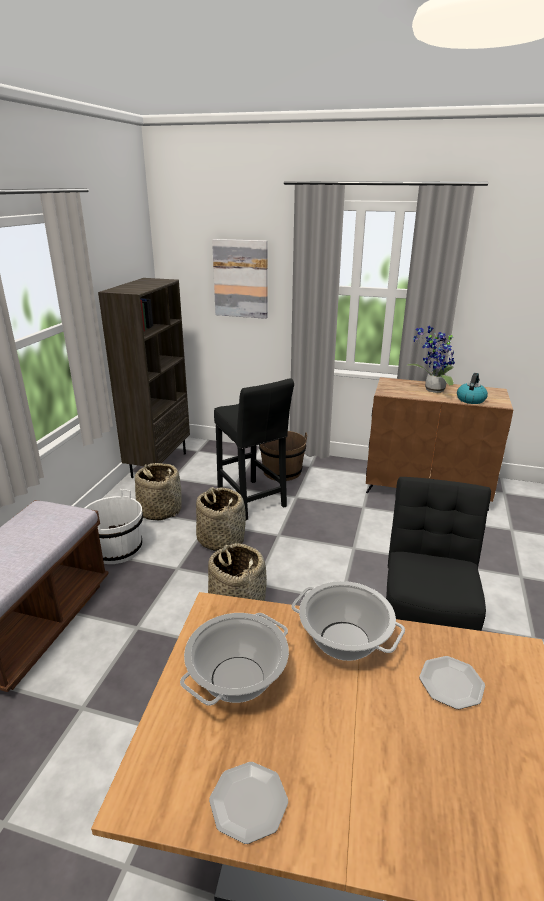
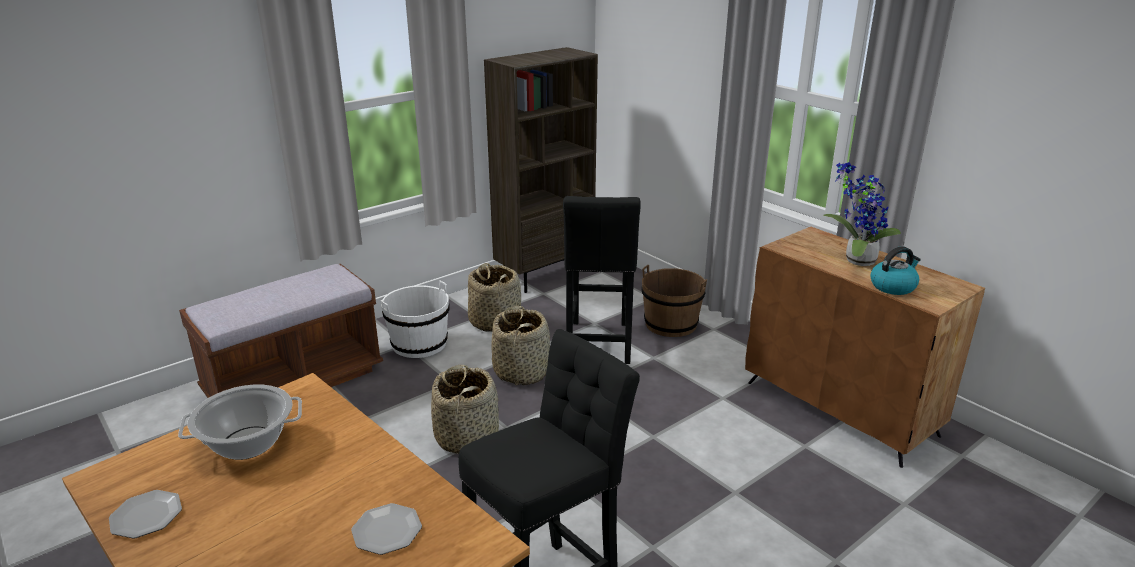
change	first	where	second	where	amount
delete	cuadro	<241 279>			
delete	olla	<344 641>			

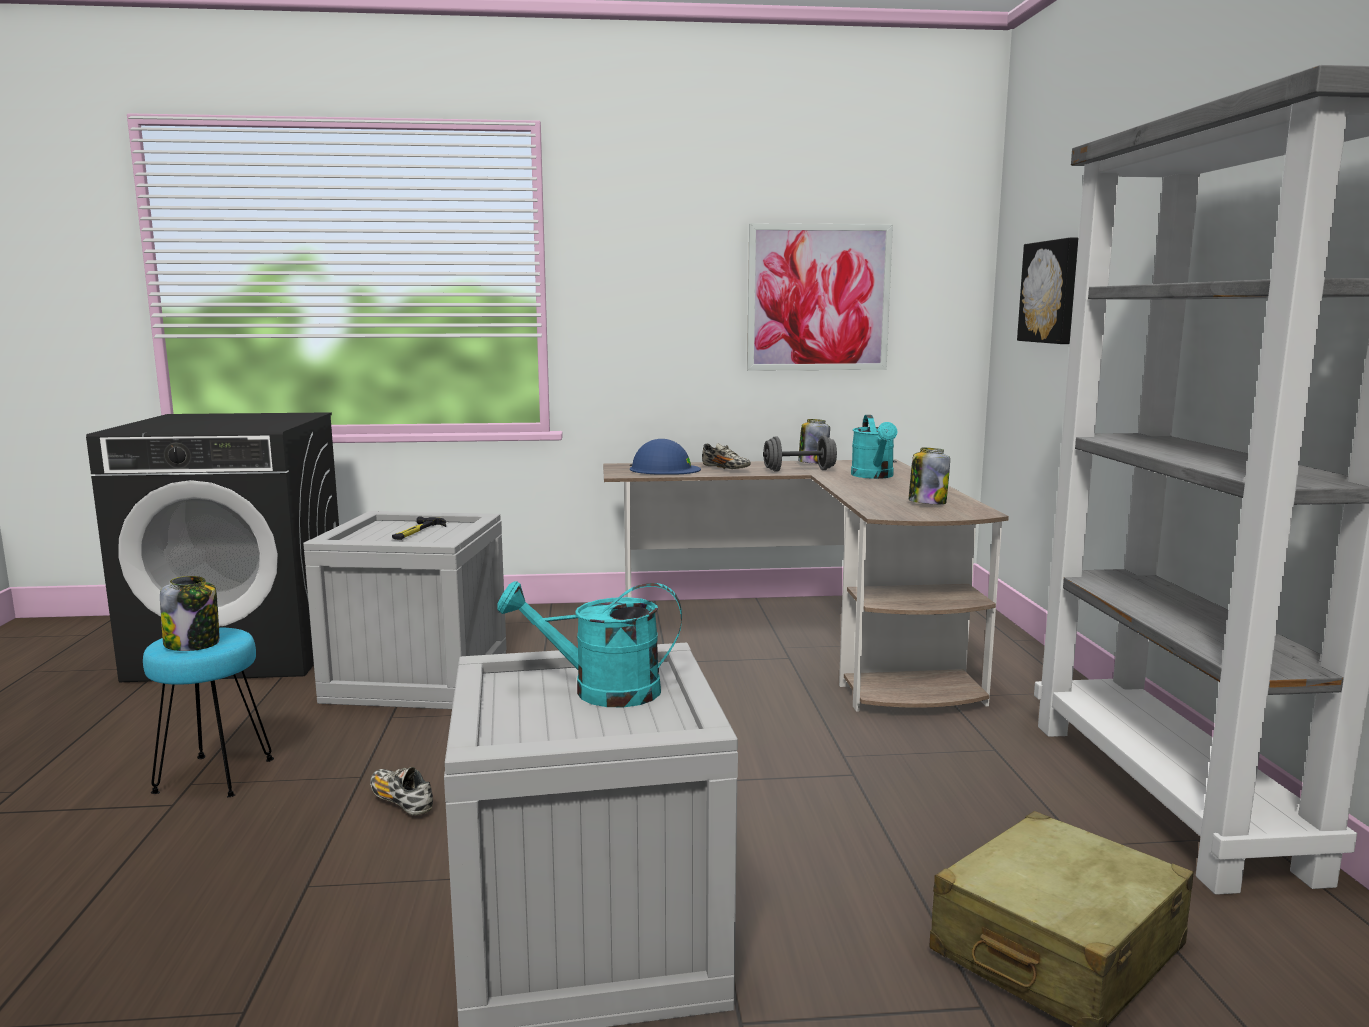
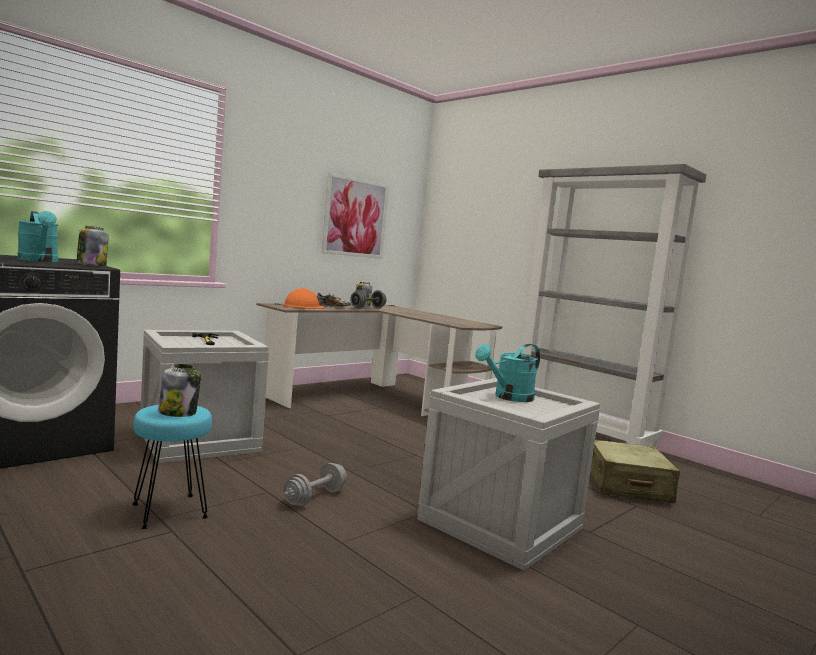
change	first	where	second	where	amount
replace	zapato	<401 802>	mancuerna (gris)	<315 497>	
recolor	casco (azul)	<664 469>	casco (naranja)	<303 306>	
move	regadera (turquesa)	<874 476>		<39 260>	
move	tarro	<927 502>		<91 266>	
delete	cuadro	<1051 292>			

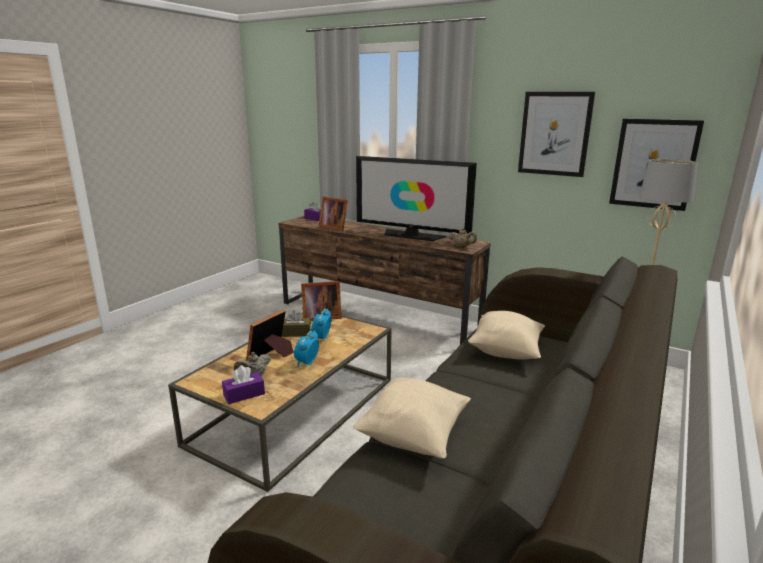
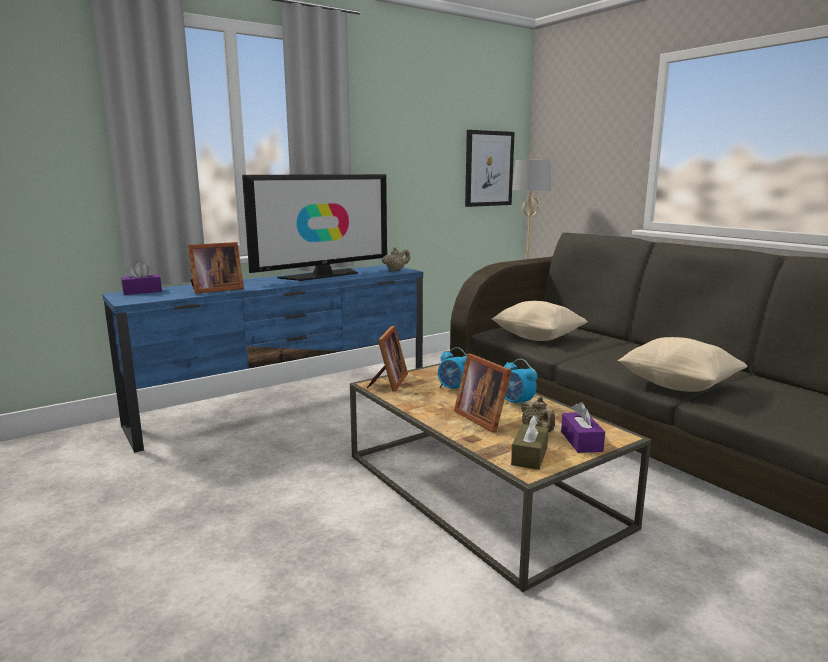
change	first	where	second	where	amount
recolor	mueble de televisión (marrón)	<377 317>	mueble de televisión (azul)	<287 403>	
move	caja de pañuelos (marrón)	<295 333>		<529 456>	
delete	cuadro	<555 134>			

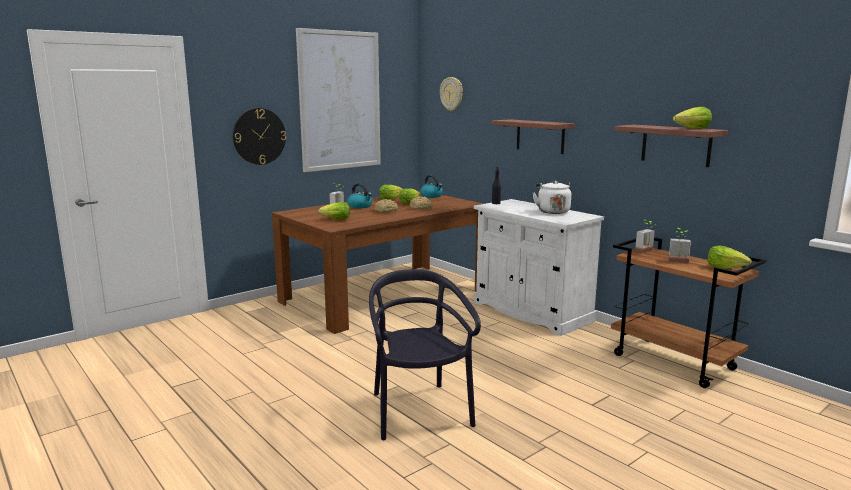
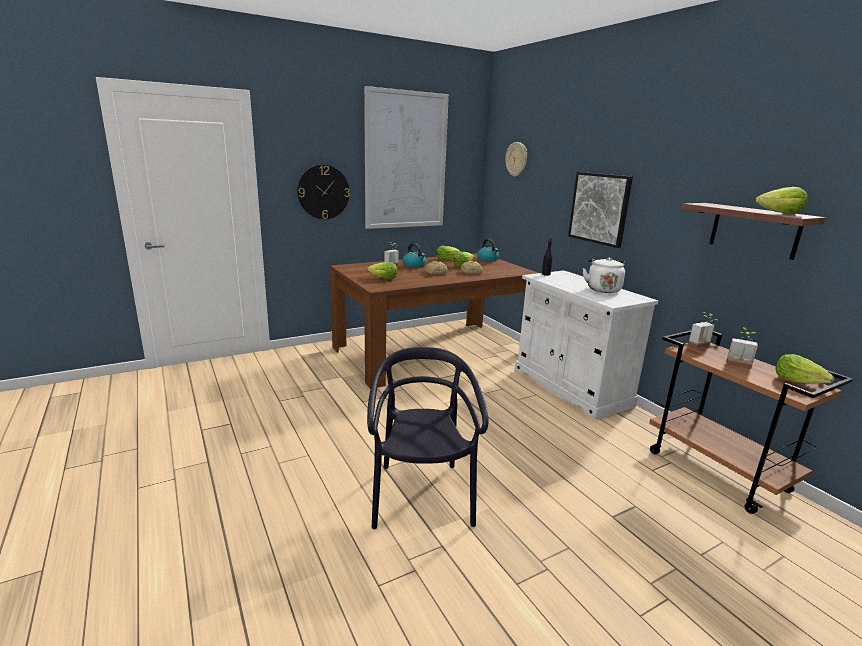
change	first	where	second	where	amount
replace	estante	<540 136>	cuadro	<599 208>	

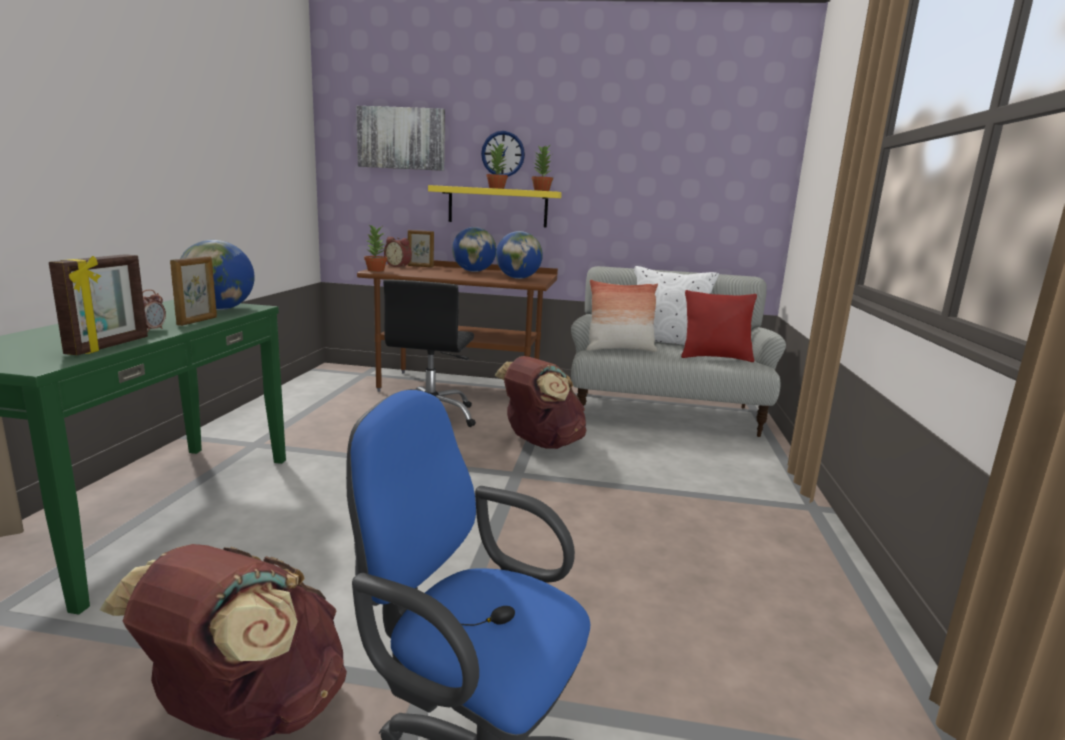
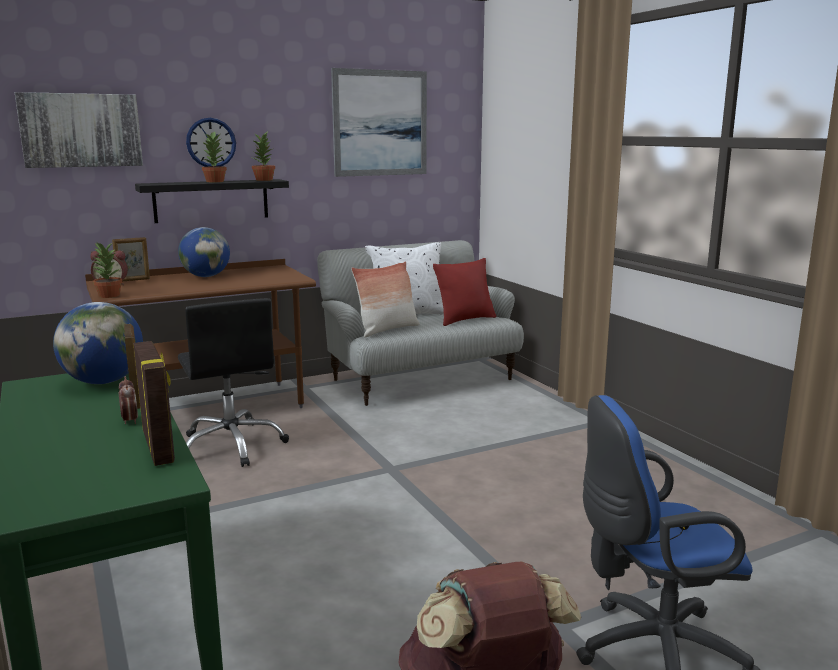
change	first	where	second	where	amount
recolor	estante (amarillo)	<497 206>	estante (negro)	<211 200>	
delete	mochila (marrón)	<541 443>			
delete	globo terráqueo	<518 278>			
insert			cuadro	<380 123>	

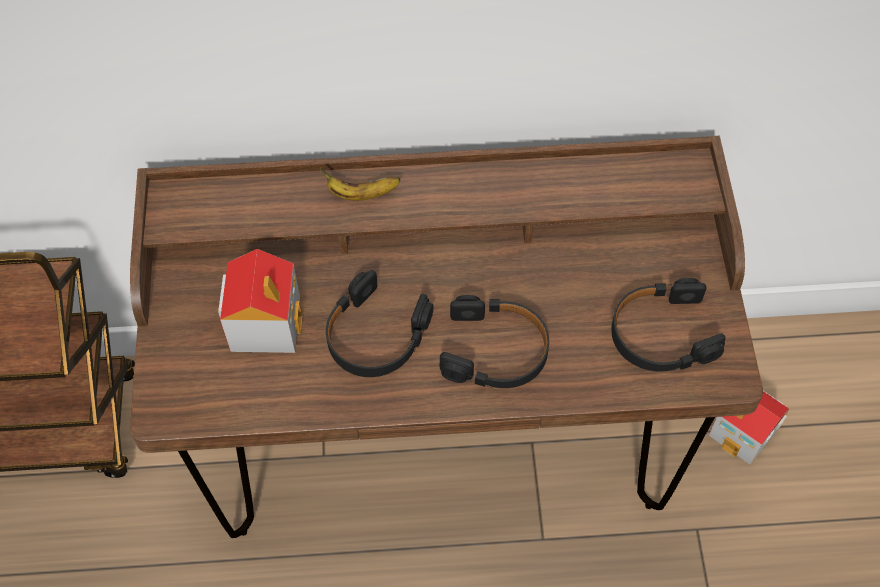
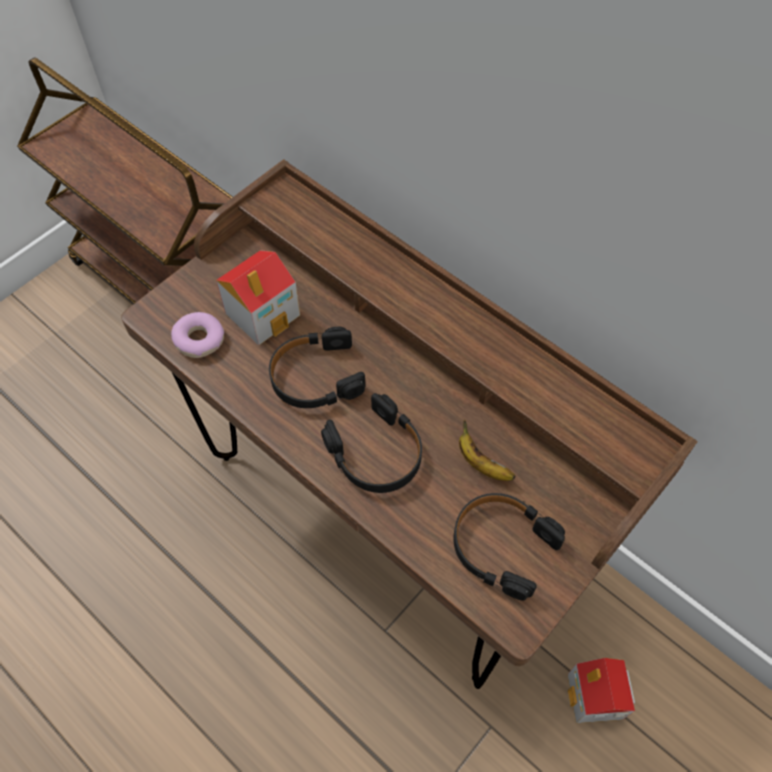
change	first	where	second	where	amount
move	plátano	<361 194>		<481 463>	
insert			rosquilla	<199 340>	

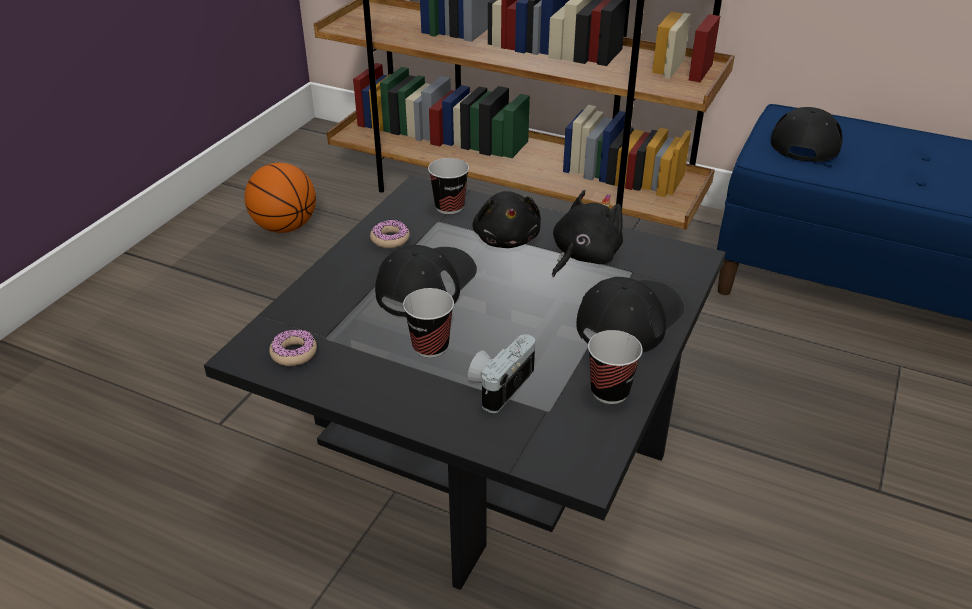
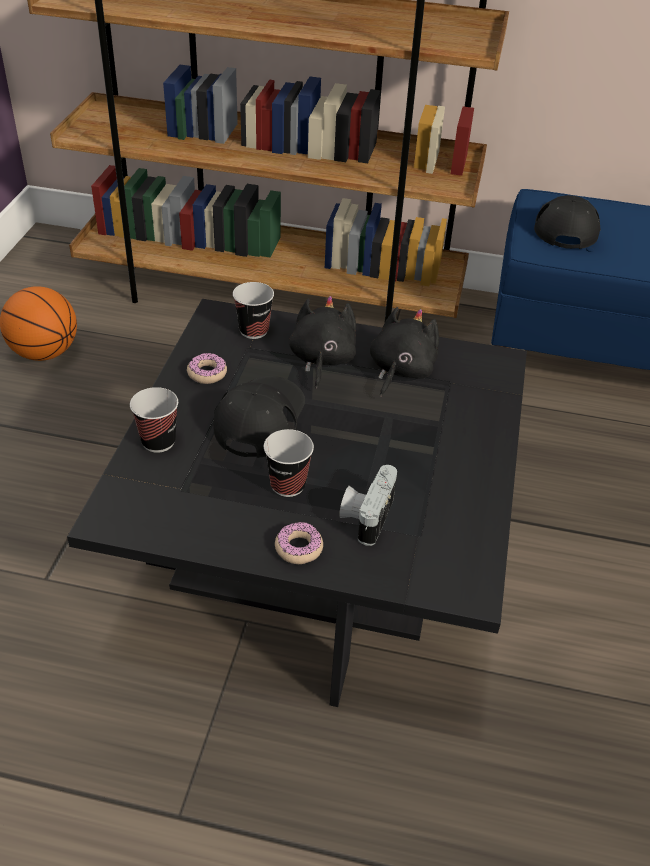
change	first	where	second	where	amount
move	rosquilla	<294 353>		<298 548>	
rotate	peluche (negro)	<506 239>		<321 360>	150 degrees counterclockwise
delete	gorra (negro)	<630 318>			
move	taza	<610 391>		<158 441>	

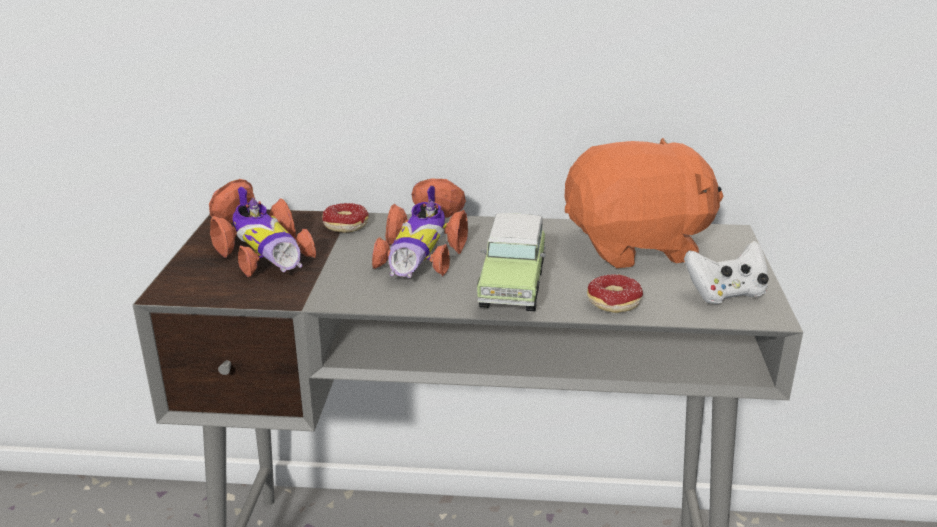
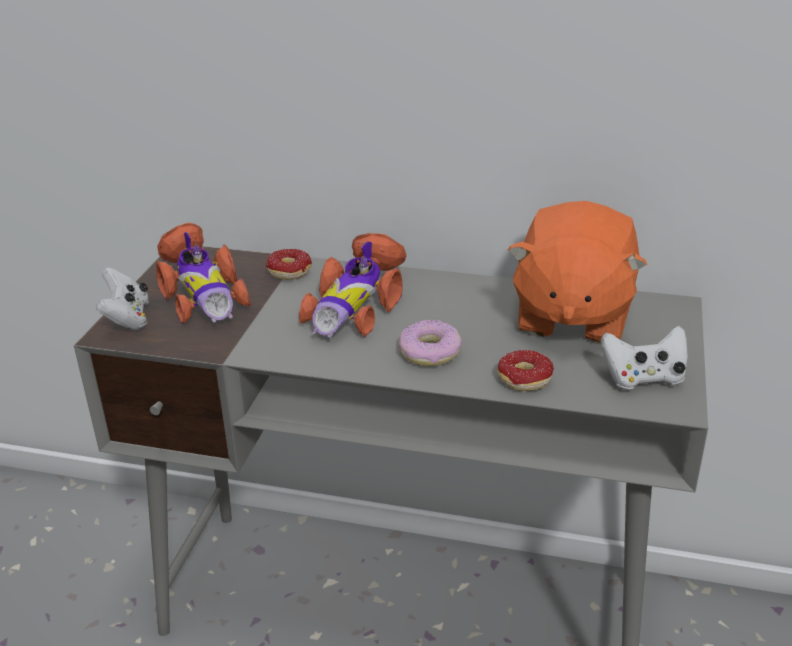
change	first	where	second	where	amount
replace	coche de juguete	<512 286>	rosquilla	<430 352>	
rotate	peluche (naranja)	<637 247>		<571 316>	105 degrees clockwise
insert			mando de consola (blanco)	<127 318>	

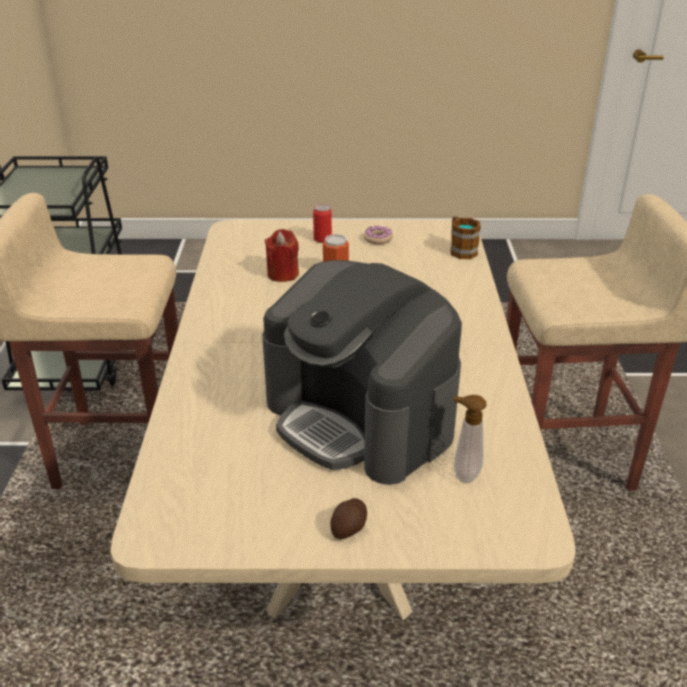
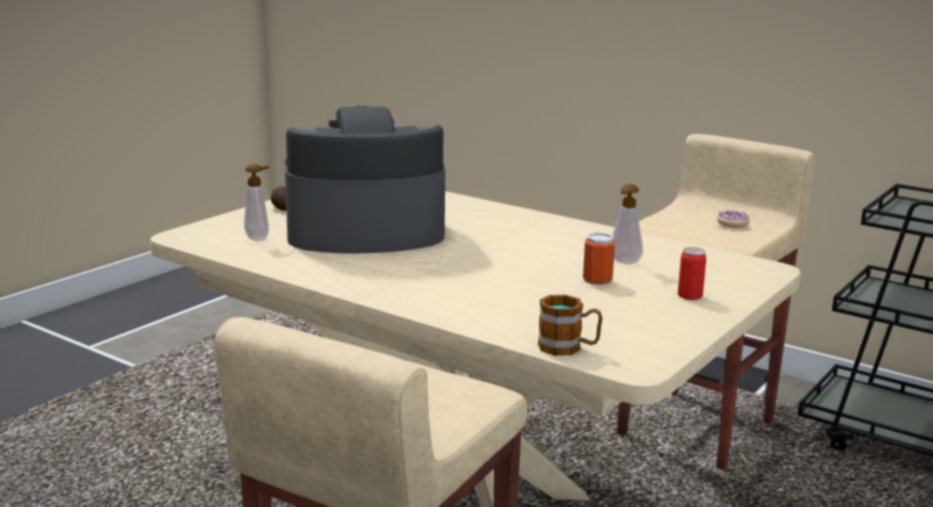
change	first	where	second	where	amount
replace	vela (rojo)	<283 274>	dispensador de jabón	<623 262>	
move	rosquilla	<378 239>		<732 224>	

